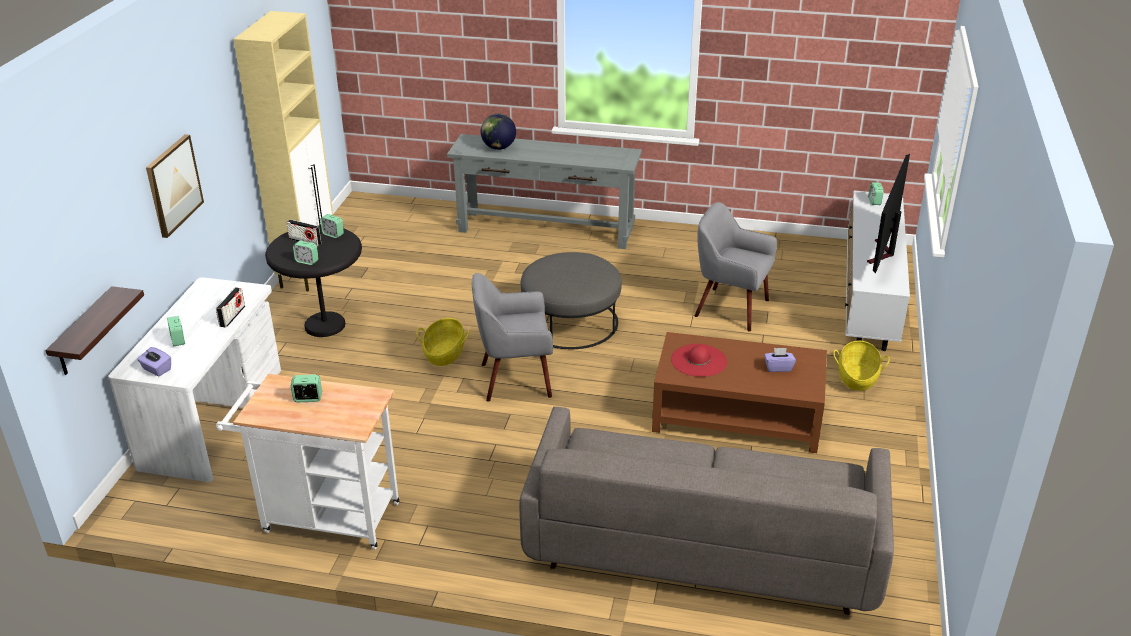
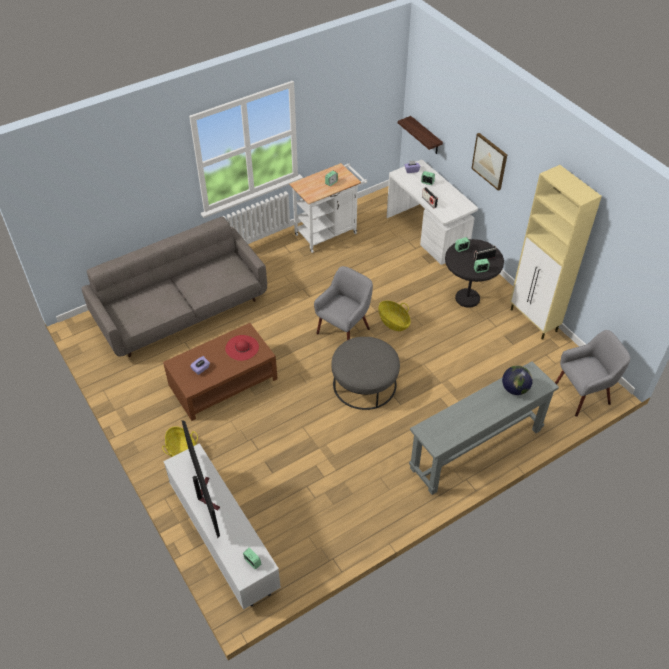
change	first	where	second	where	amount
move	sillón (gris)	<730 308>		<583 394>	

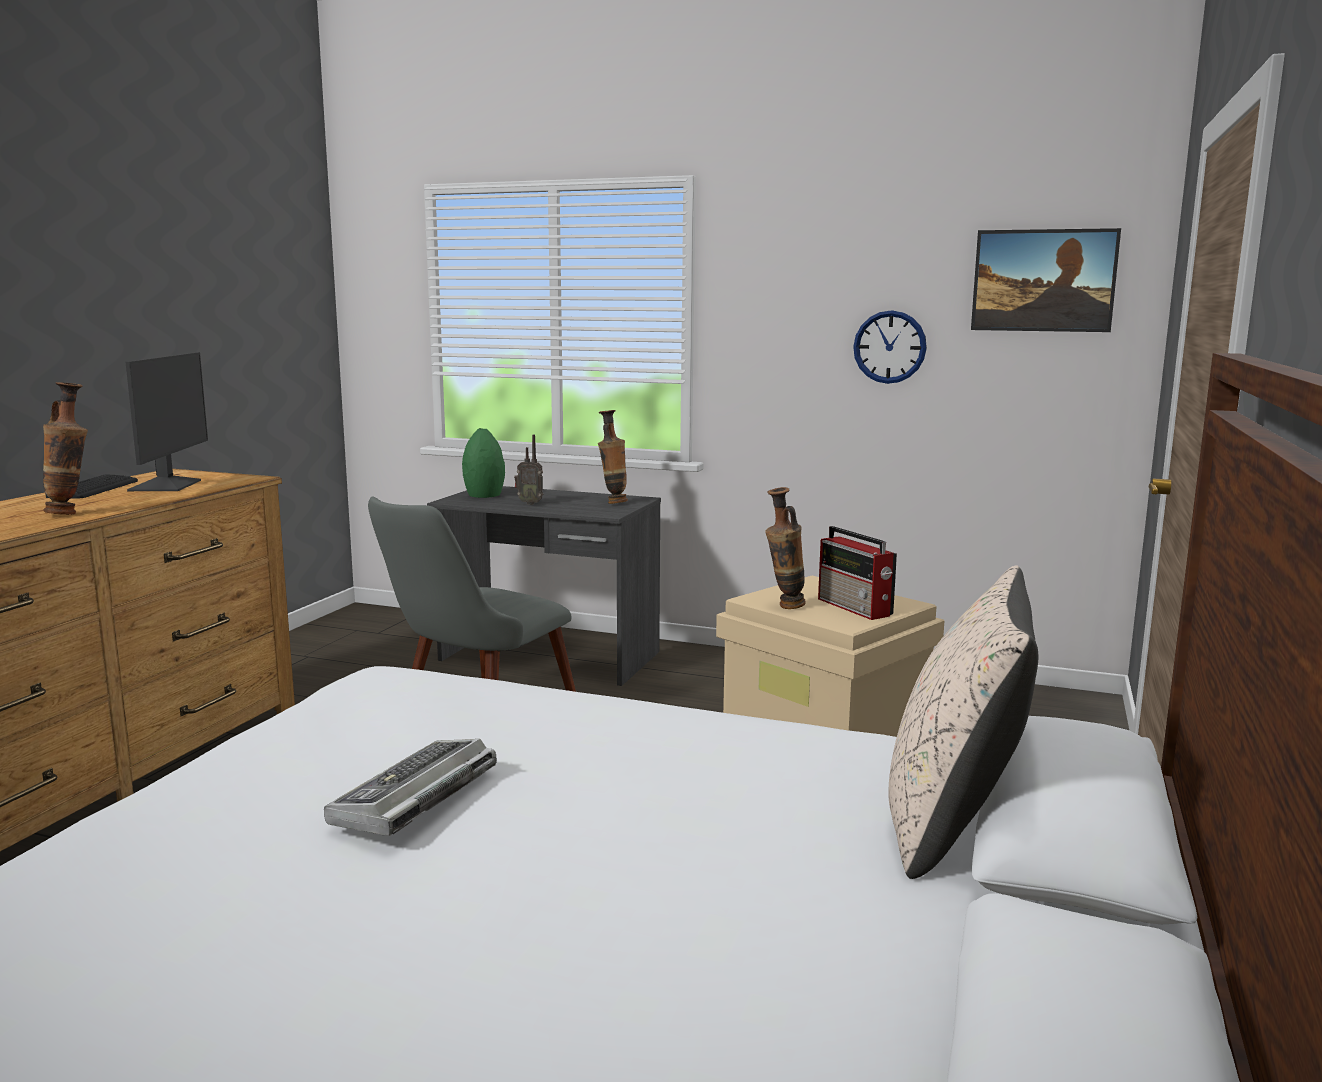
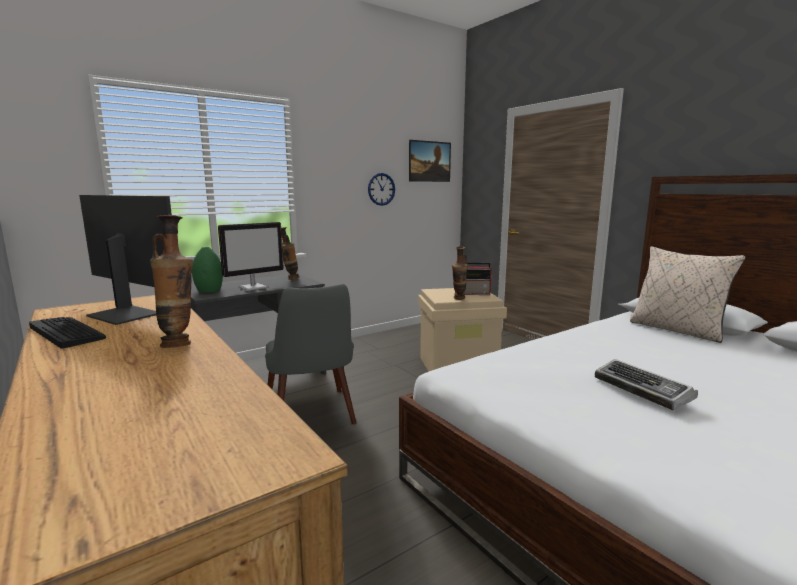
change	first	where	second	where	amount
replace	radio	<530 503>	monitor	<254 287>	

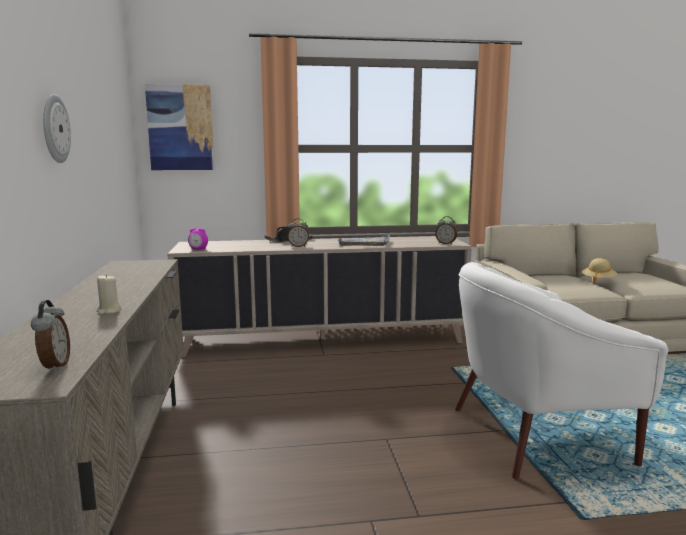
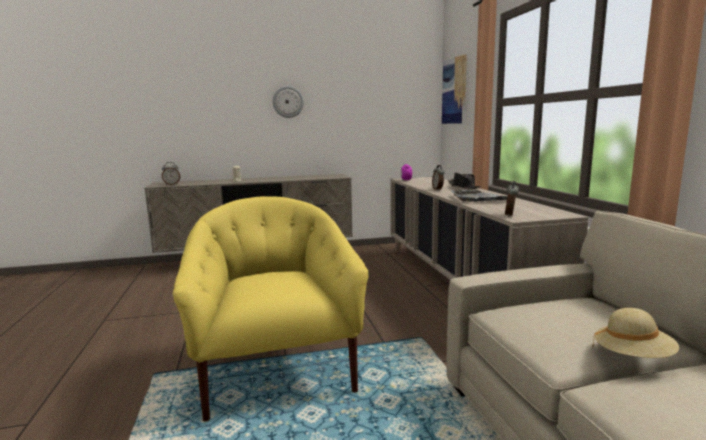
change	first	where	second	where	amount
recolor	sillón (blanco)	<536 434>	sillón (amarillo)	<276 371>	

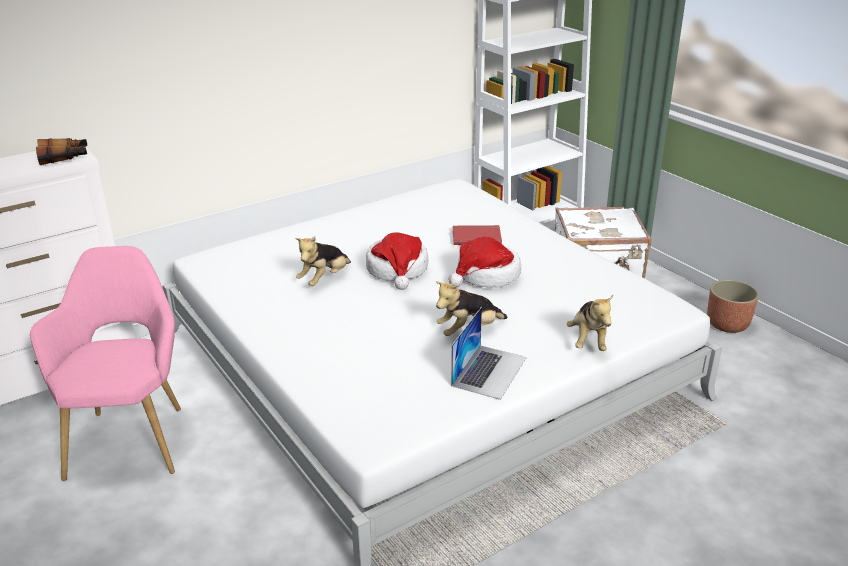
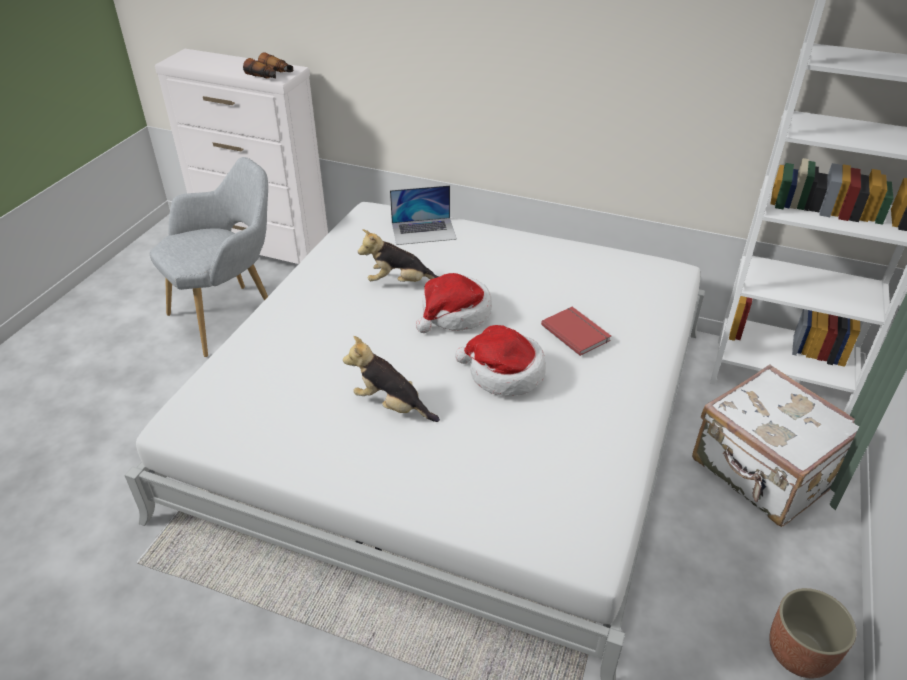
change	first	where	second	where	amount
recolor	sillón (rosa)	<132 436>	sillón (gris)	<231 315>	
move	portátil	<489 371>		<424 231>	
delete	peluche	<588 340>			

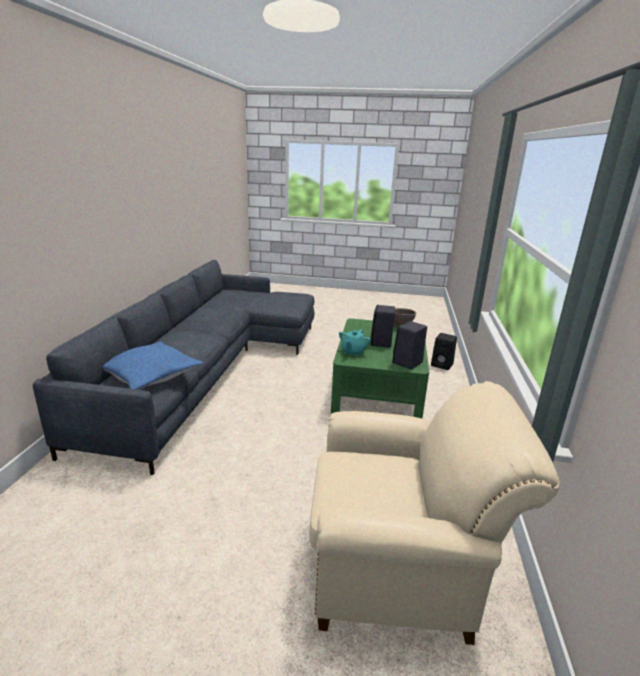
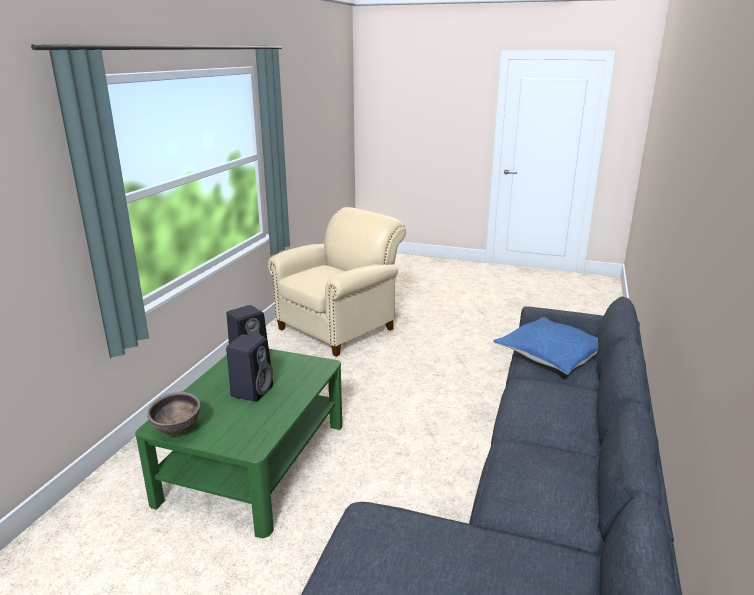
change	first	where	second	where	amount
rotate	sillón (beis)	<400 568>		<340 327>	120 degrees clockwise
delete	tetera (turquesa)	<353 352>			
delete	altavoz (negro)	<442 365>			

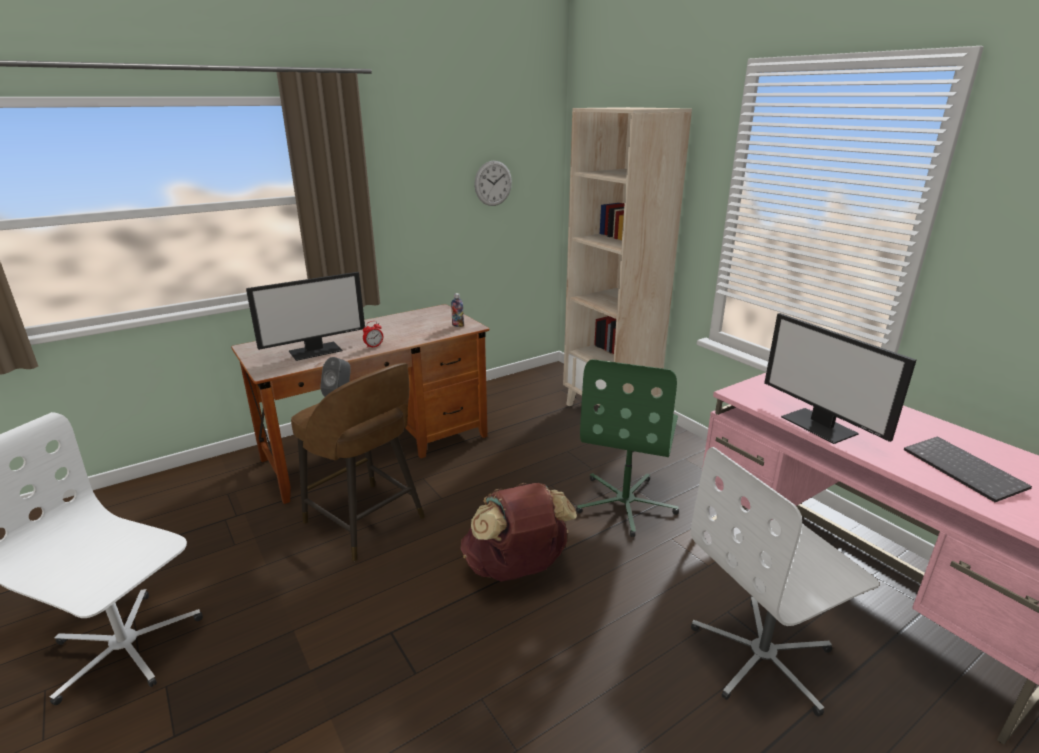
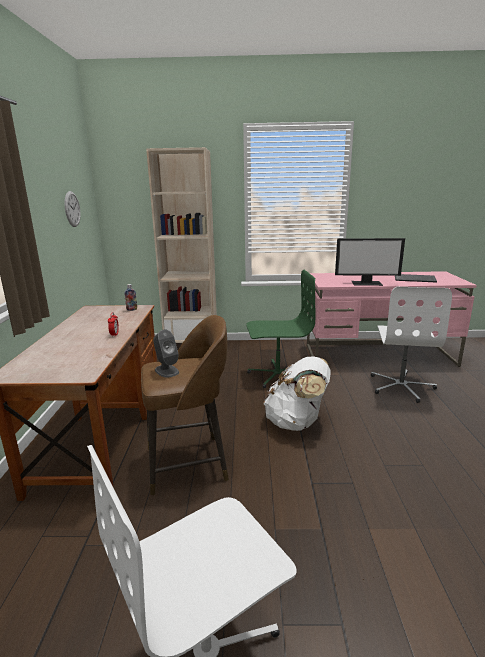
change	first	where	second	where	amount
delete	monitor	<316 350>			
recolor	mochila (marrón)	<516 569>	mochila (blanco)	<296 422>	
rotate	silla de oficina (verde)	<626 503>		<277 375>	60 degrees counterclockwise

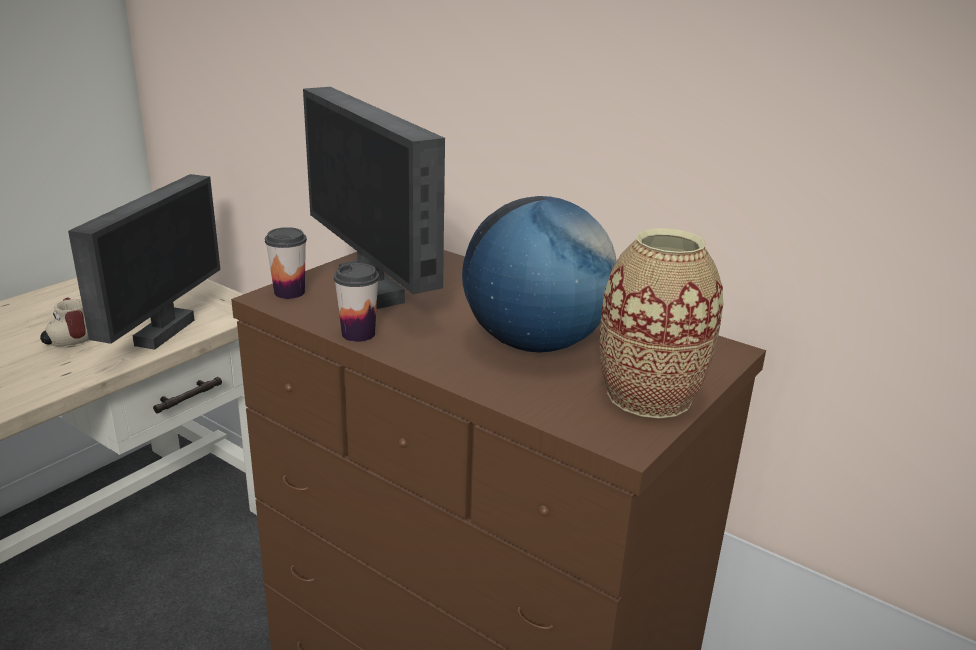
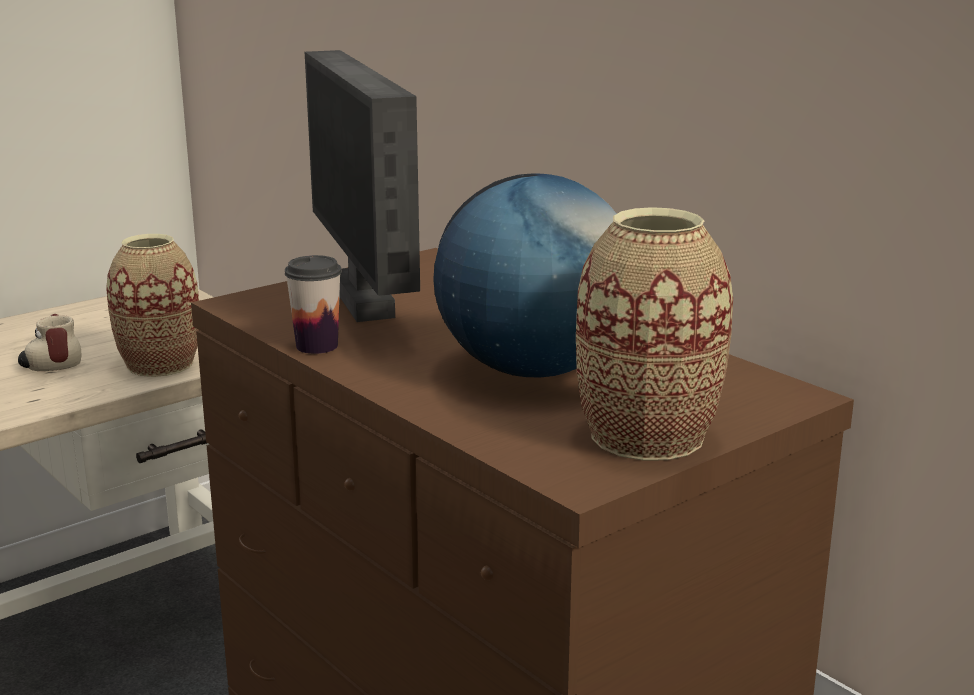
change	first	where	second	where	amount
replace	monitor	<162 332>	florero	<160 364>	
delete	taza	<289 292>			

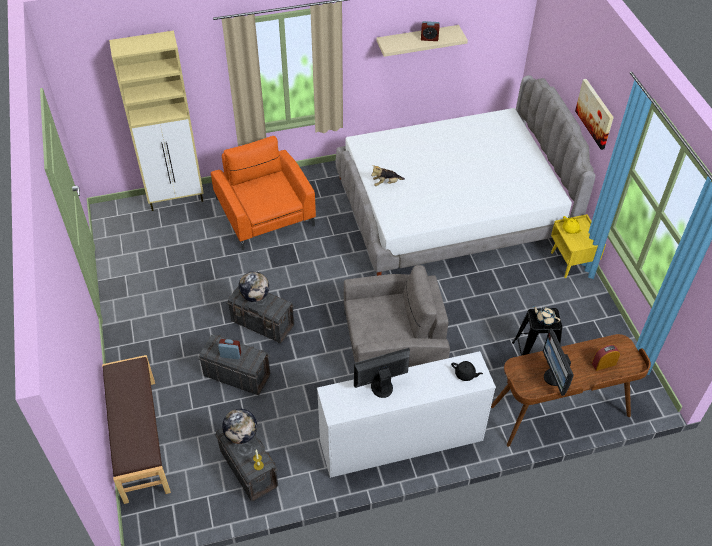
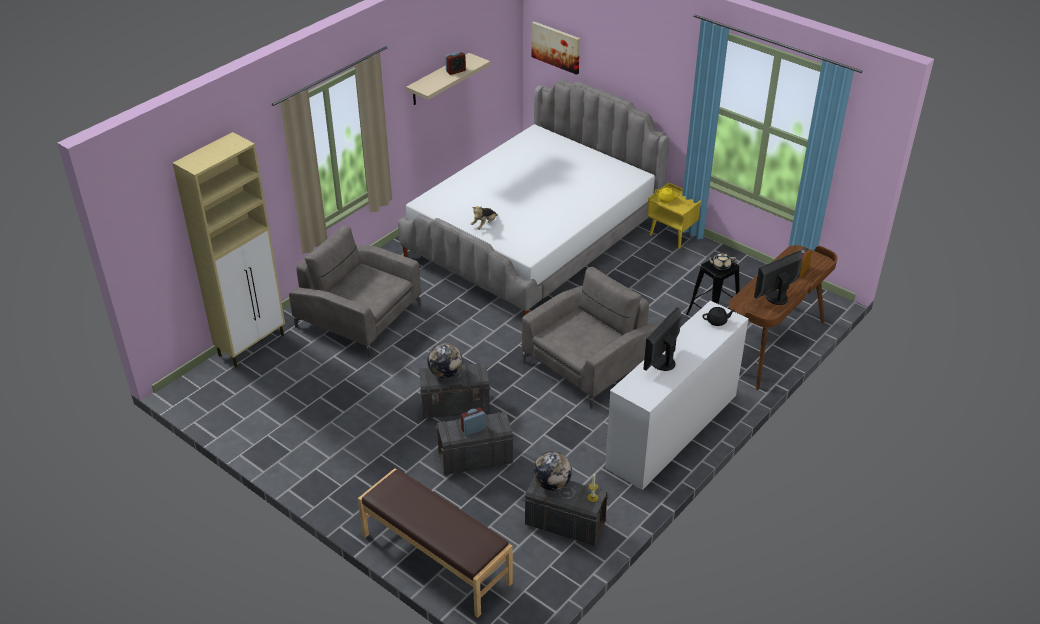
change	first	where	second	where	amount
recolor	sillón (naranja)	<265 212>	sillón (gris)	<359 316>	
rotate	monitor	<554 377>		<775 297>	105 degrees clockwise
move	cuadro	<595 113>		<556 47>	

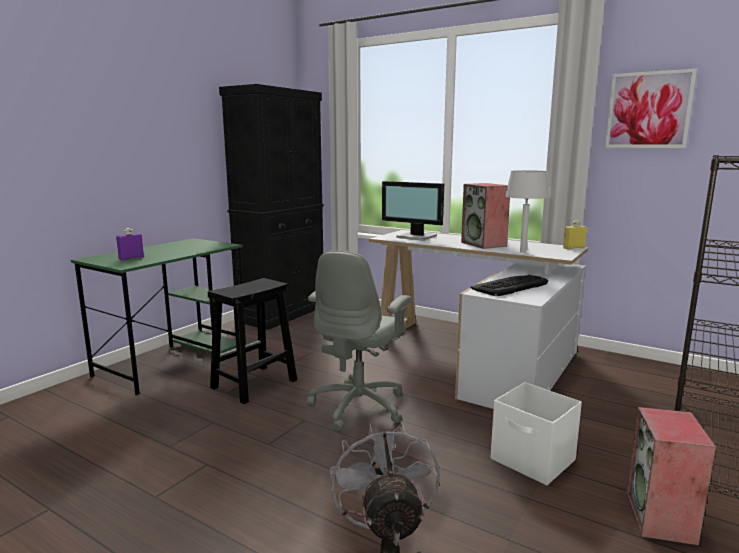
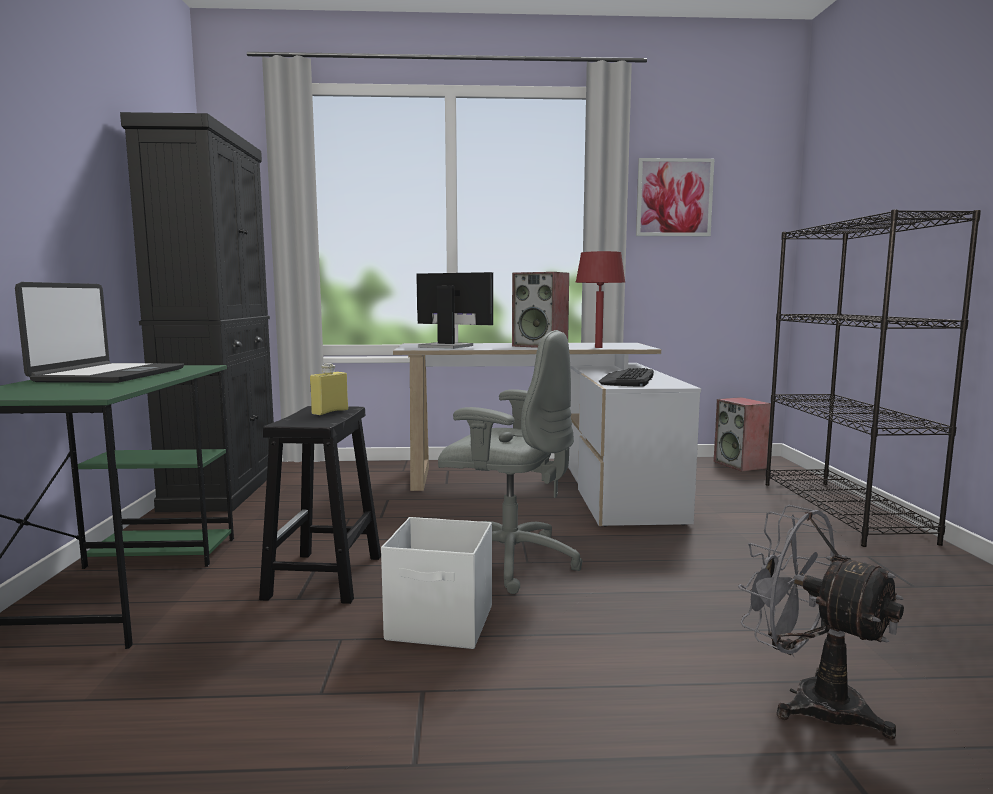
change	first	where	second	where	amount
delete	botella (morado)	<131 258>			
rotate	silla de oficina (gris)	<359 406>		<508 561>	60 degrees counterclockwise
rotate	monitor	<416 237>		<446 346>	150 degrees counterclockwise
move	caja de almacenaje (blanco)	<533 461>		<441 624>	
recolor	lámpara de mesa (gris)	<523 252>	lámpara de mesa (rojo)	<599 347>	
move	botella (amarillo)	<574 248>		<330 412>	
move	altavoz	<661 519>		<740 465>	
insert			portátil	<109 375>	

